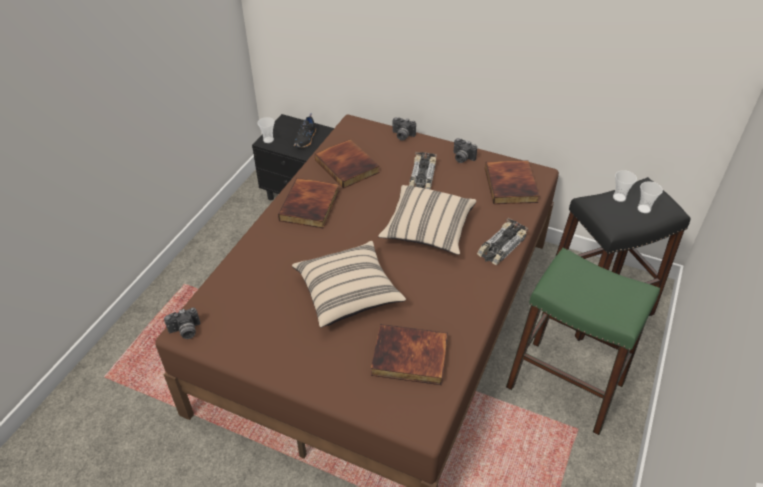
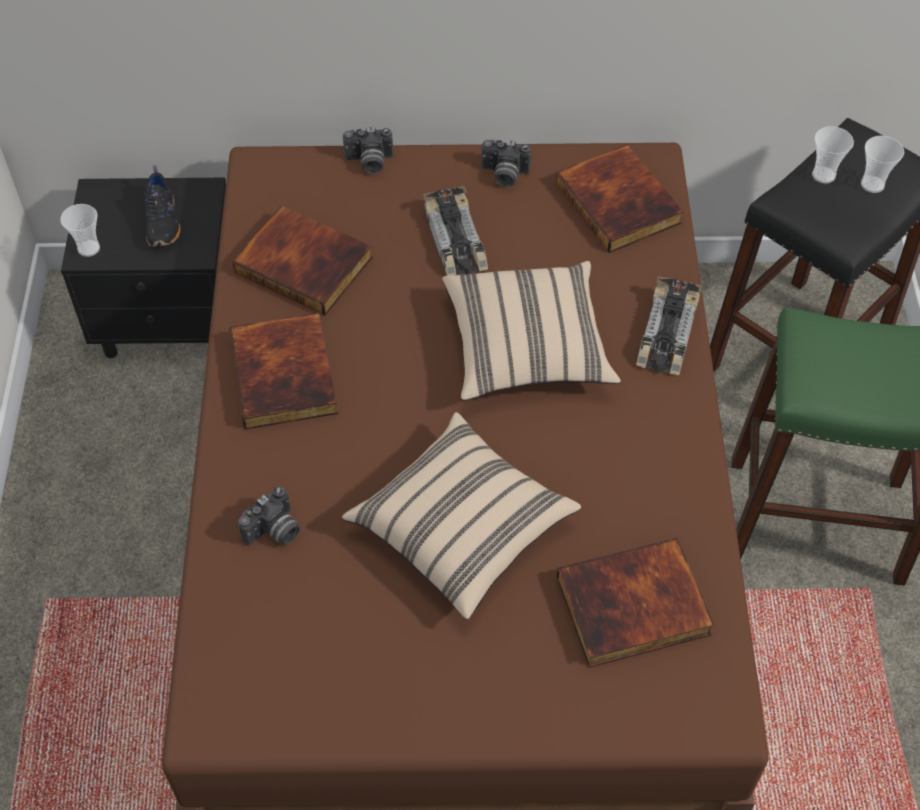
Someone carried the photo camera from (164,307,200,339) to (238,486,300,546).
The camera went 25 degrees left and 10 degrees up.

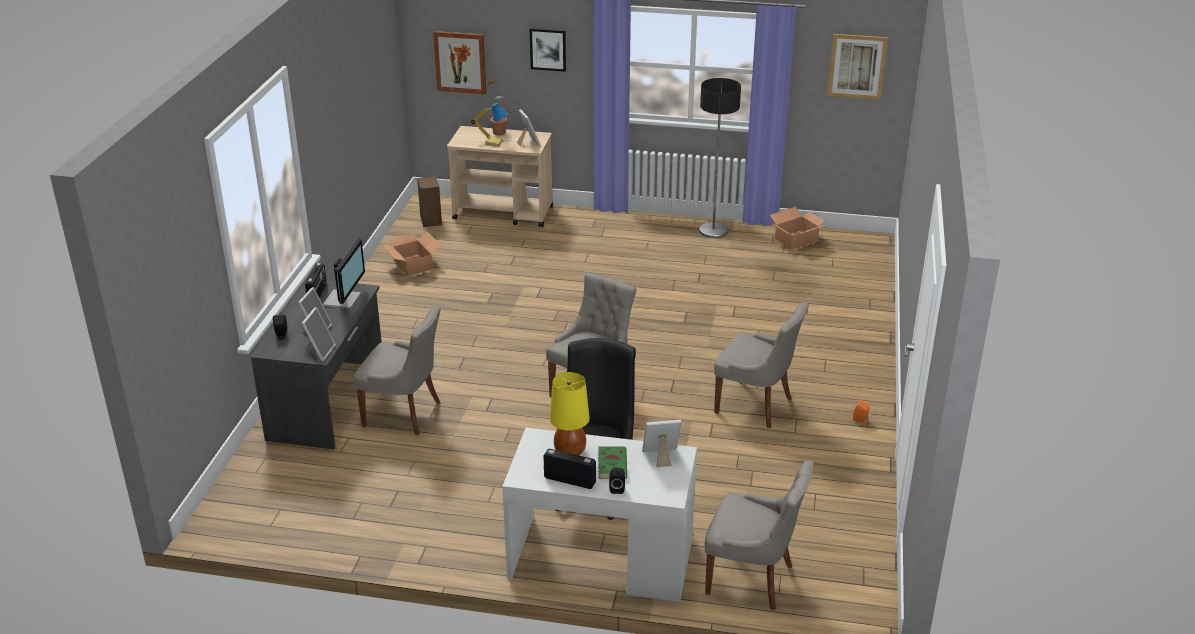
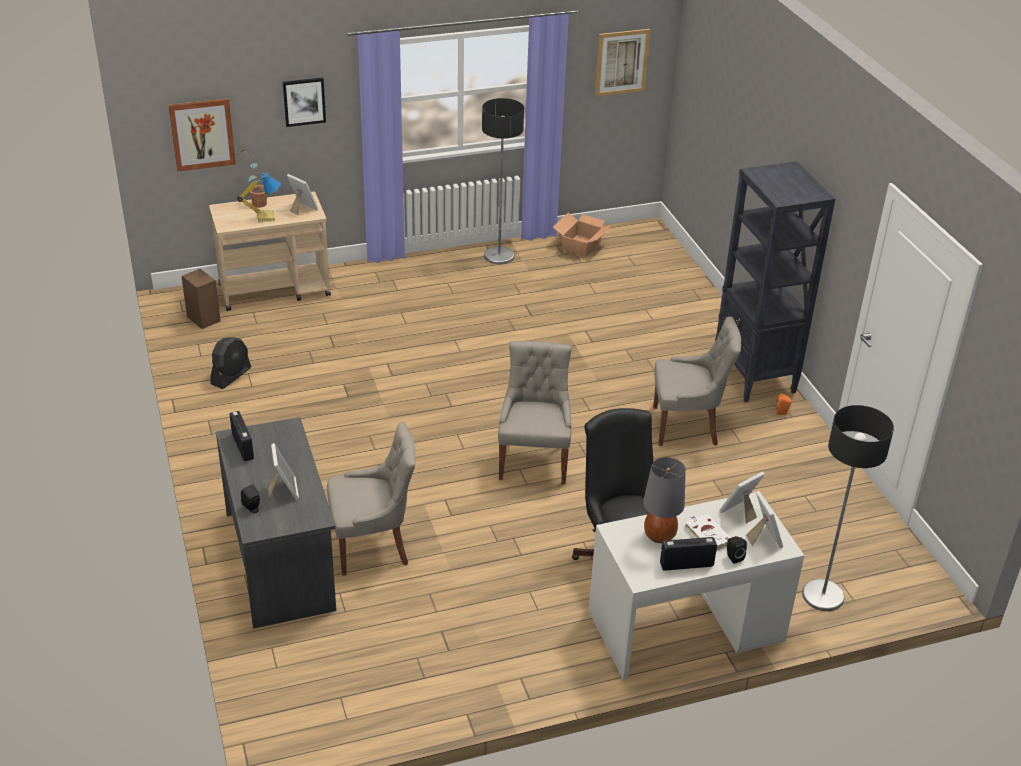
Someone swapped the cardboard box at (382,231,442,276) for the black fan at (211,337,251,389).
Someone repainted the yellow table lamp at (550,372,590,455), which became the grey table lamp at (643,457,686,543).
Someone repainted the green book at (598,446,627,479), which became the white book at (684,513,731,551).
Someone put down the black bookcase at (715,161,835,403).
Someone carried the picture frame from (301,307,336,361) to (746,491,783,548).
Someone swapped the grey chair at (704,460,813,610) for the floor lamp at (802,405,894,611).
Someone took away the monitor at (323,239,365,309).
The camera went 30 degrees left and 5 degrees up.

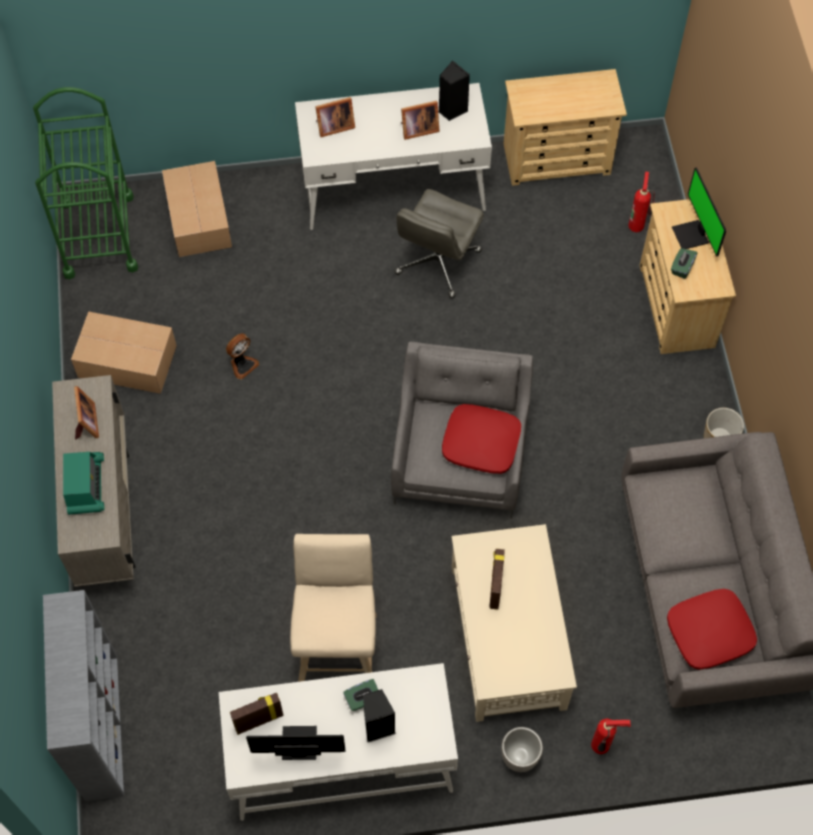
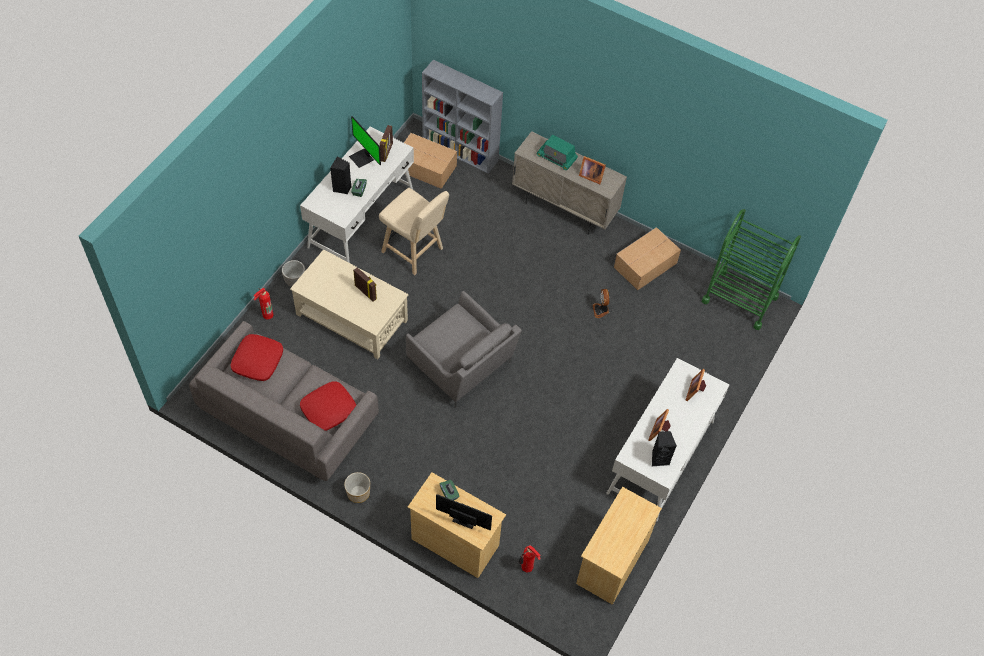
Someone carried the red pillow from (442,404,521,474) to (300,381,356,431).
Someone rotated the monitor at (246,726,345,760) by 105 degrees clockwise.
Someone carried the cardboard box from (162,161,232,257) to (404,133,457,189).
Someone took away the grey office chair at (394,189,484,298).
The camera went 125 degrees right and 5 degrees down.

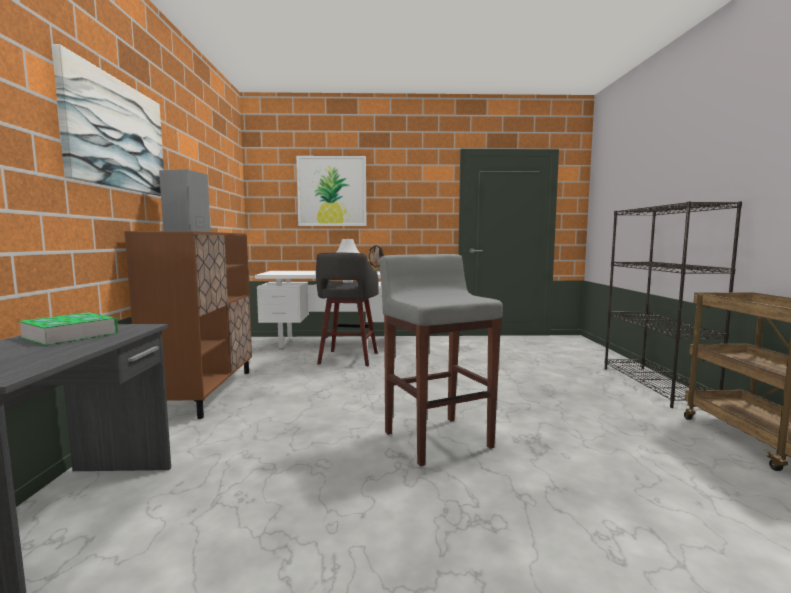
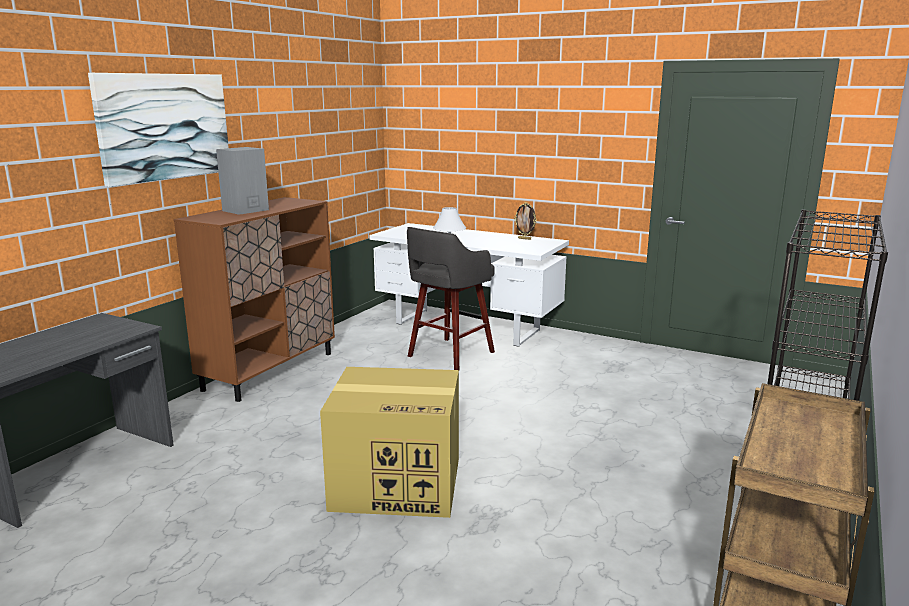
Someone swapped the grey stool at (379,254,503,466) for the cardboard box at (320,367,459,518).
Someone took away the book at (18,312,118,345).
Someone took away the picture at (296,156,366,226).
The camera went 30 degrees right and 10 degrees up.

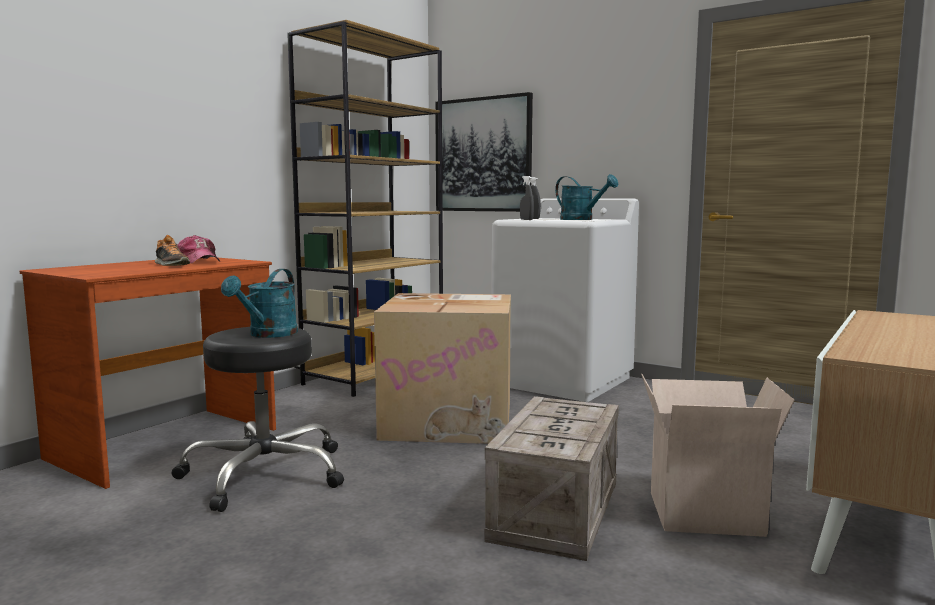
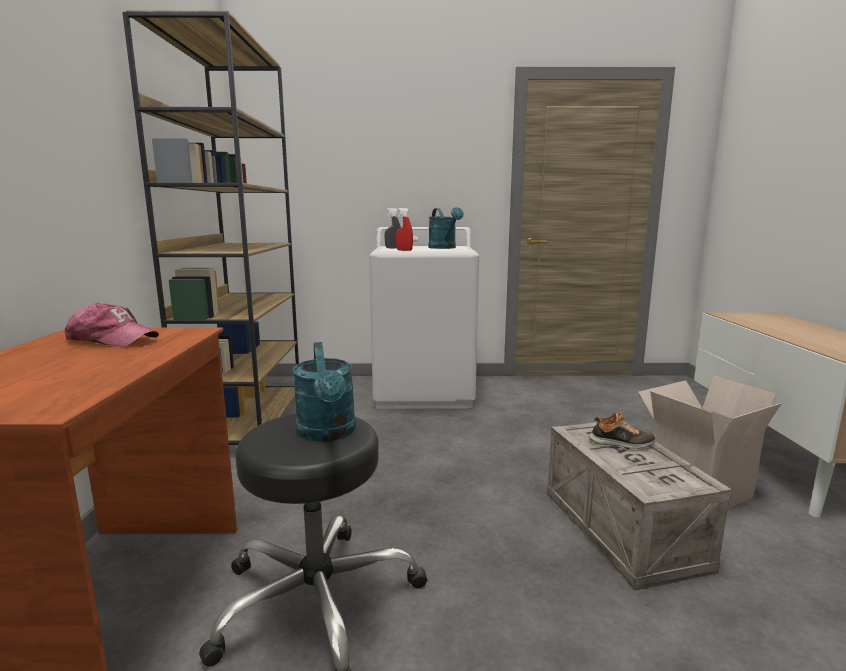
Someone repainted the grey spray bottle at (520,176,534,220), which became the red spray bottle at (396,208,413,251).
Someone rotated the turquoise watering can at (555,174,618,220) by 60 degrees clockwise.
Someone carried the shoe from (155,235,190,266) to (589,412,656,449).
Someone took away the cardboard box at (374,293,511,444).
Someone took away the picture at (435,92,533,212).
The camera went 35 degrees left and 5 degrees up.

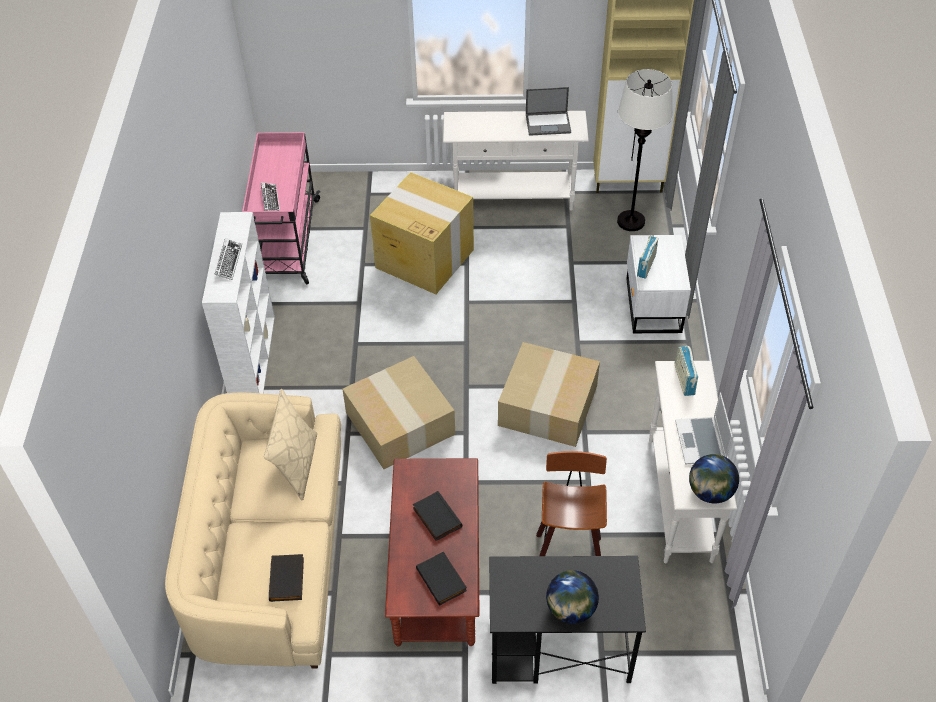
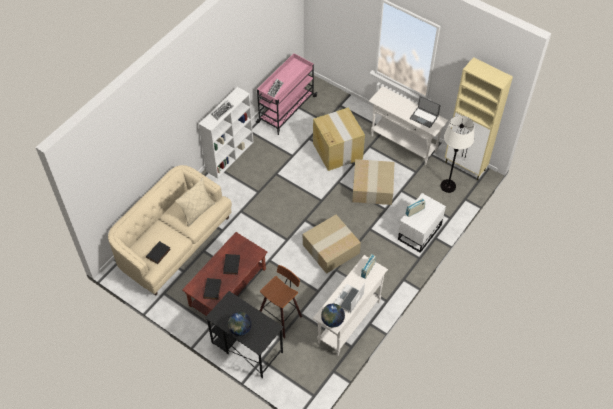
Someone carried the cardboard box from (342,356,455,469) to (352,159,394,205).
The camera went 35 degrees right and 5 degrees up.

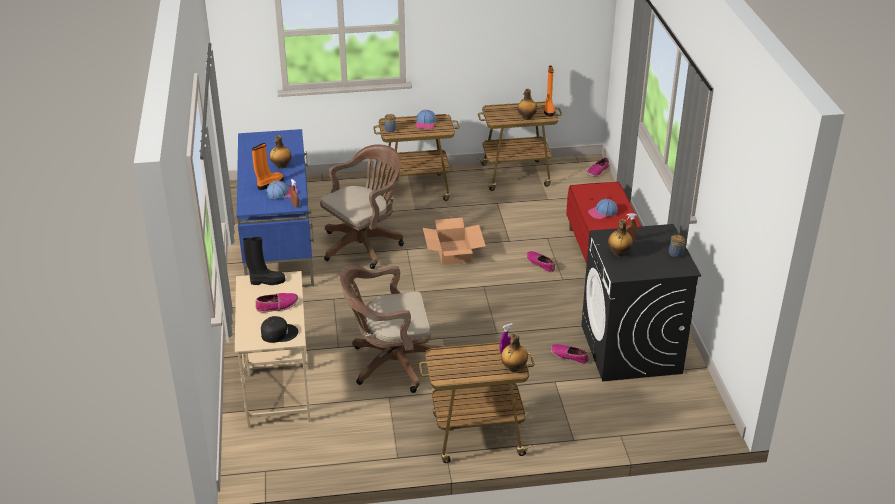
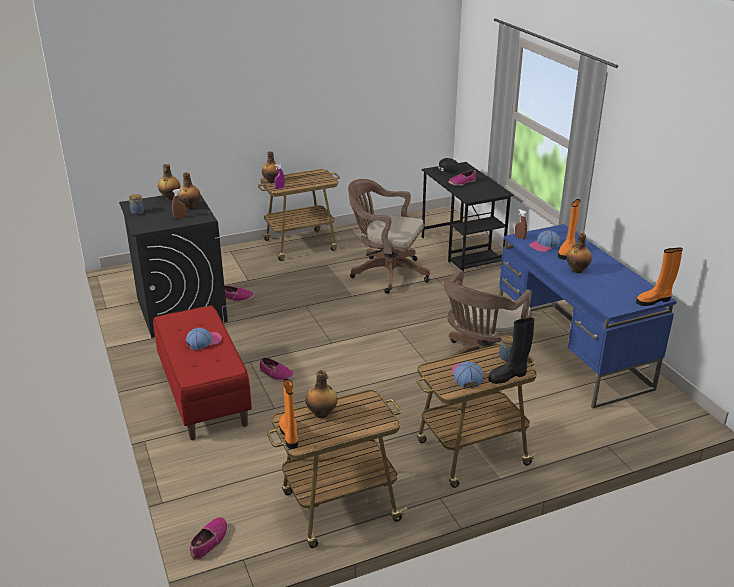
Someone put down the bottle at (158,164,180,200).
Someone rotated the brown office chair at (340,265,442,393) by 135 degrees counterclockwise.
Someone repainted the beige desk at (235,271,310,428), which became the black desk at (422,162,513,271).
Someone carried the black boot from (243,237,285,285) to (488,318,535,384).
Someone put down the orange boot at (636,247,683,306).
Someone took away the cardboard box at (423,218,486,265).
The camera went 165 degrees right and 5 degrees down.

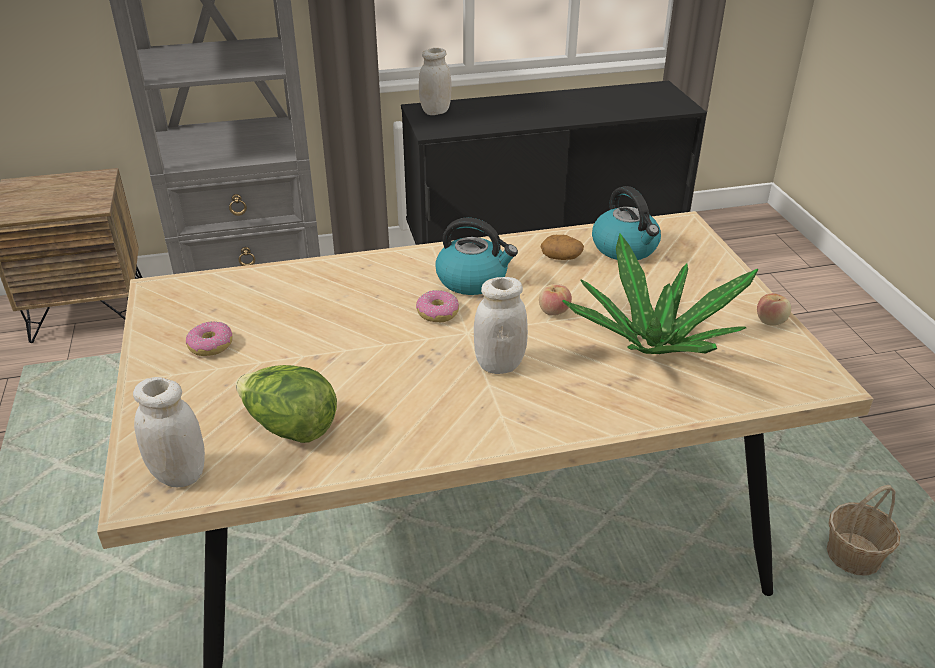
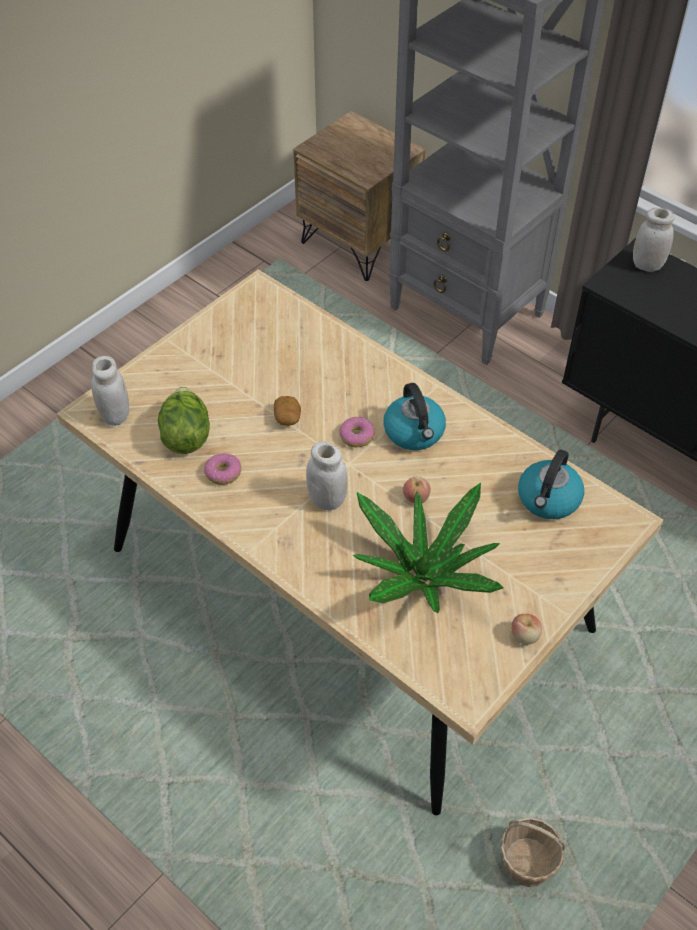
Someone carried the donut from (186,321,233,356) to (204,453,241,485).
Someone carried the potato from (541,235,584,260) to (274,396,301,426).
The camera went 55 degrees right and 15 degrees up.

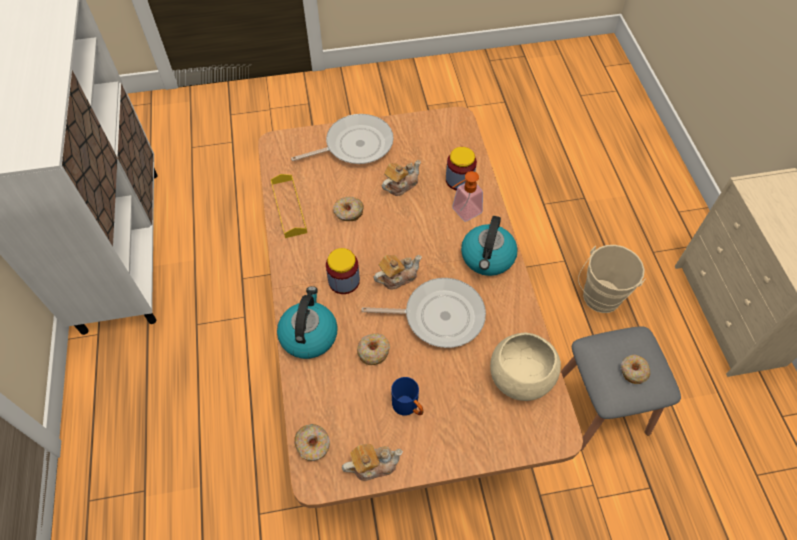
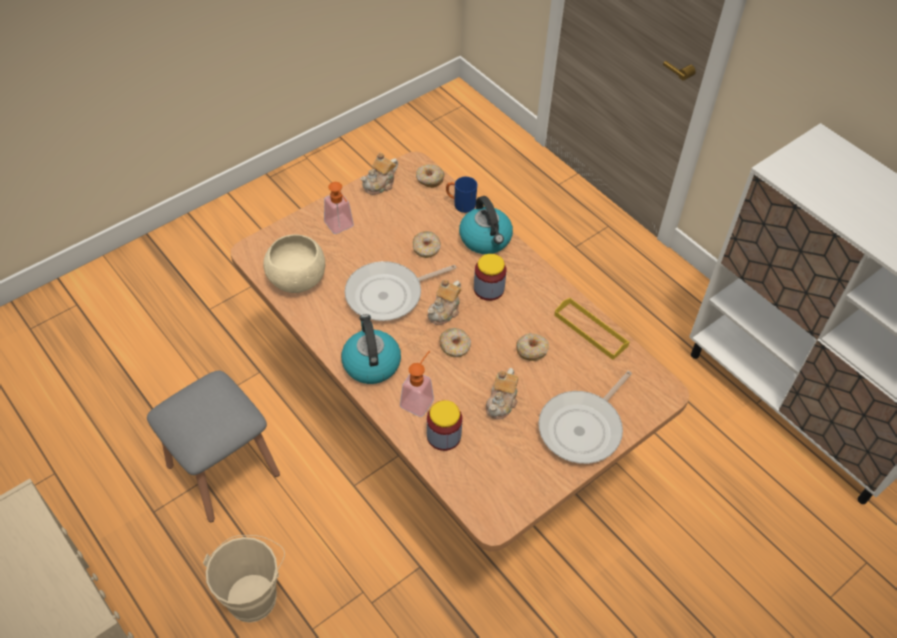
Someone put down the soap dispenser at (324,182,354,234).
Someone carried the donut from (621,354,650,384) to (440,328,471,357).
Someone carried the blue mug from (391,377,423,416) to (446,177,477,213).
The camera went 150 degrees right and 5 degrees down.

